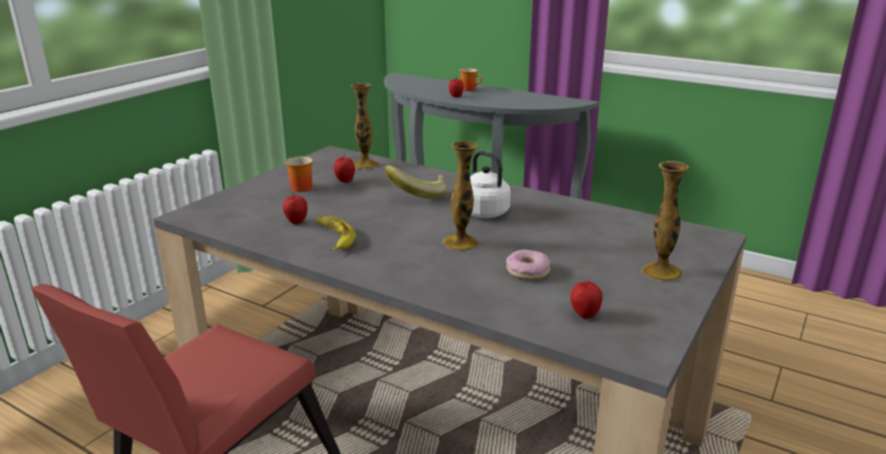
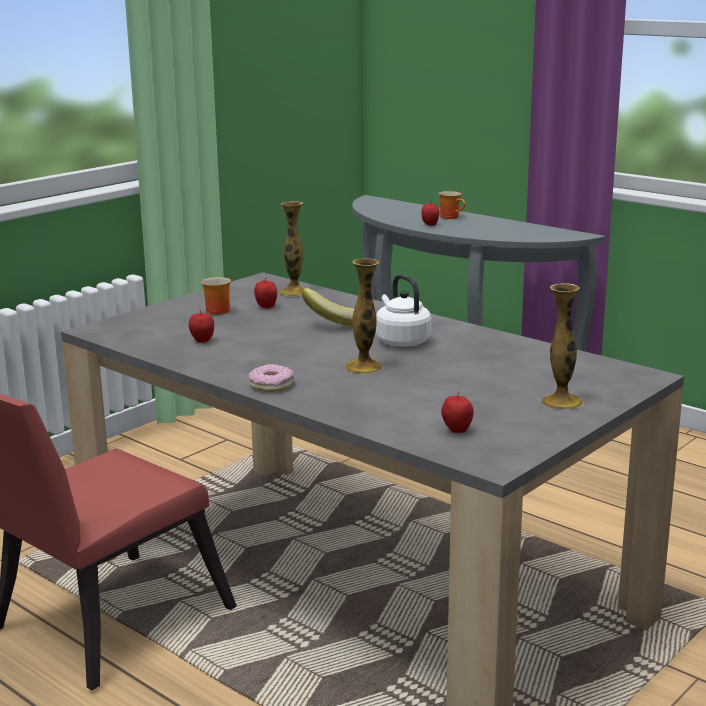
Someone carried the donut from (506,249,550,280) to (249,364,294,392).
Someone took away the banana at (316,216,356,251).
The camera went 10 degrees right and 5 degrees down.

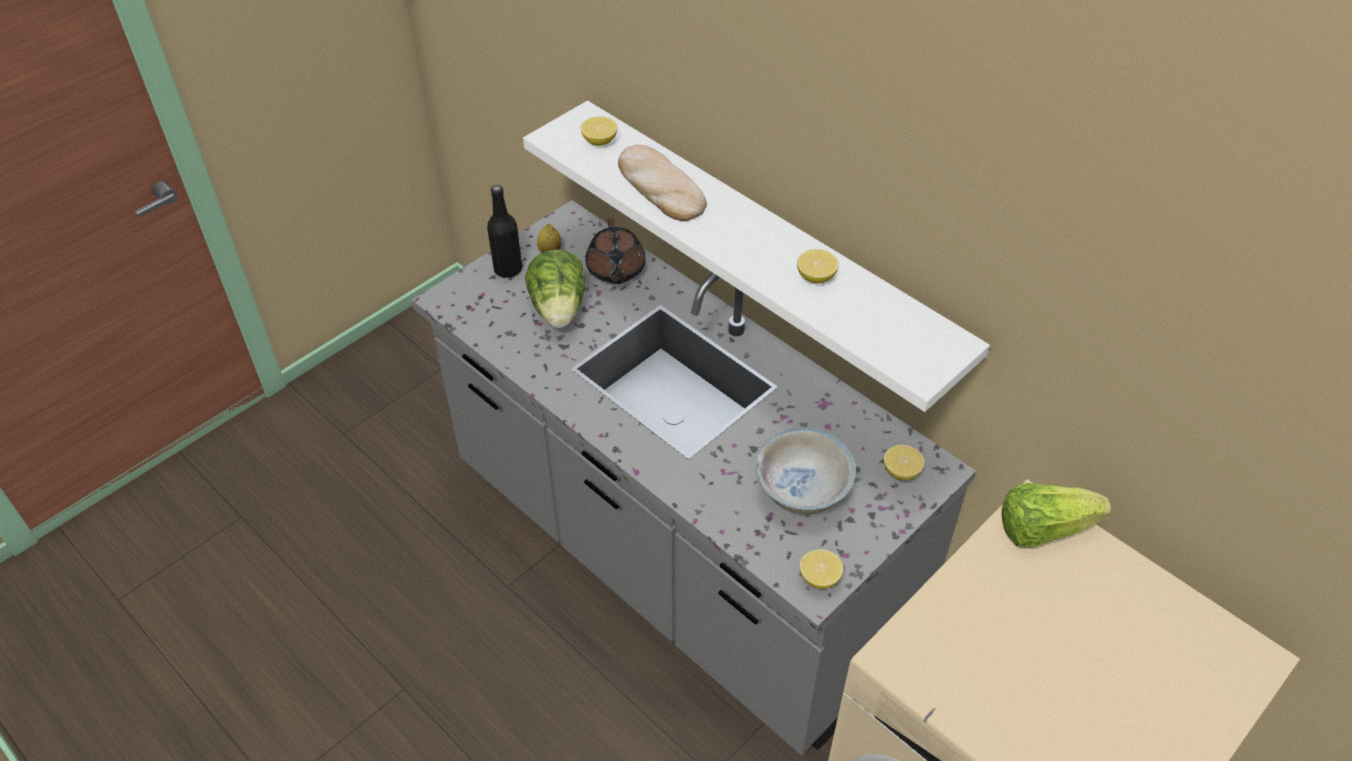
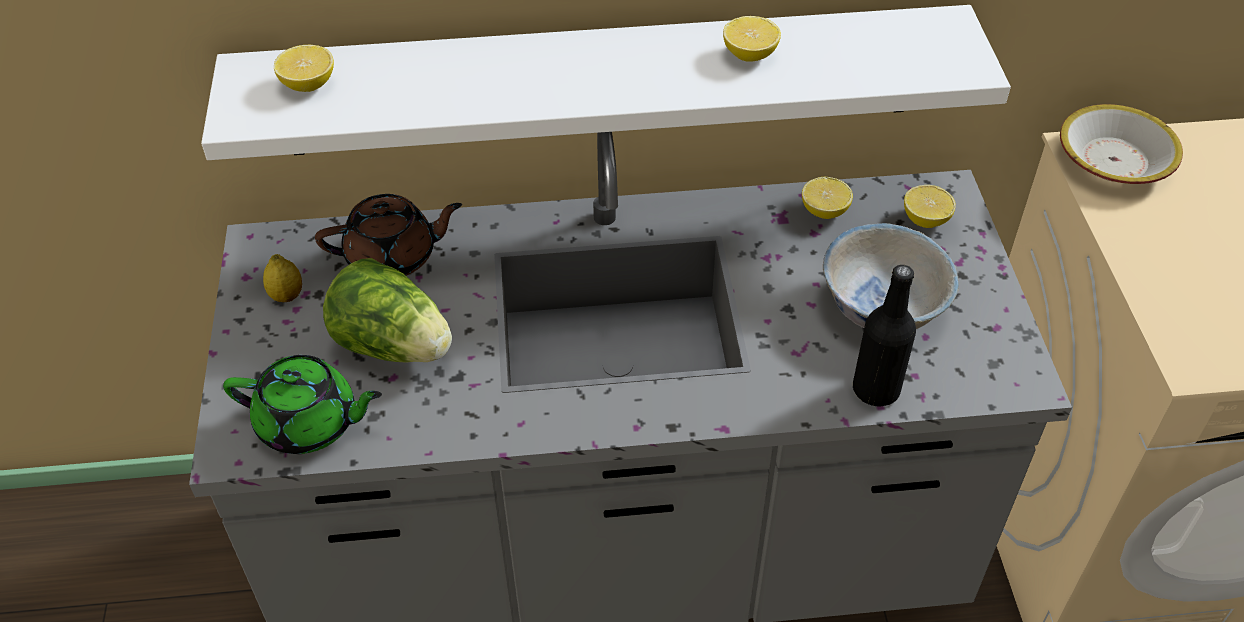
Someone put down the green teapot at (223,355,382,454).
Someone rotated the brown teapot at (586,218,646,284) by 45 degrees counterclockwise.
Someone carried the lemon from (800,549,843,589) to (802,177,853,219).
Someone carried the black bottle from (487,185,522,278) to (853,265,916,407).
Someone swapped the lettuce at (1002,483,1111,547) for the bowl at (1060,104,1183,184).
Someone took away the bread at (618,145,707,221).
The camera went 50 degrees left and 0 degrees up.

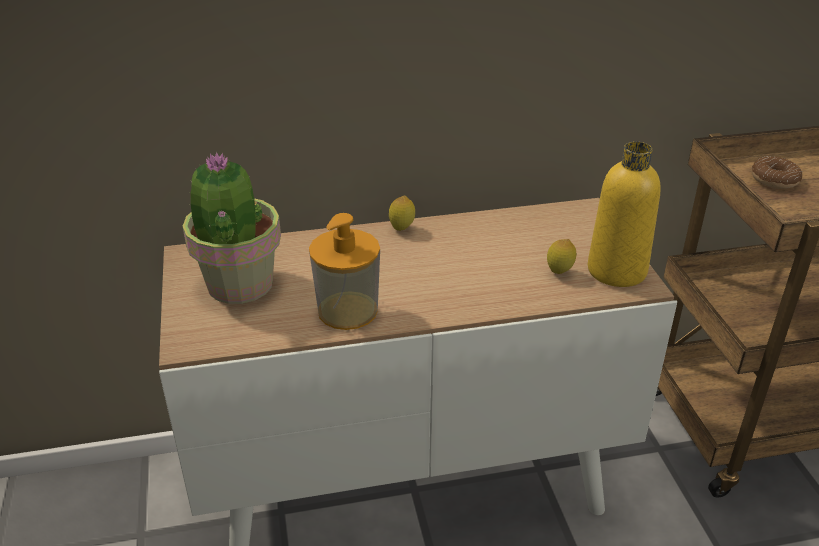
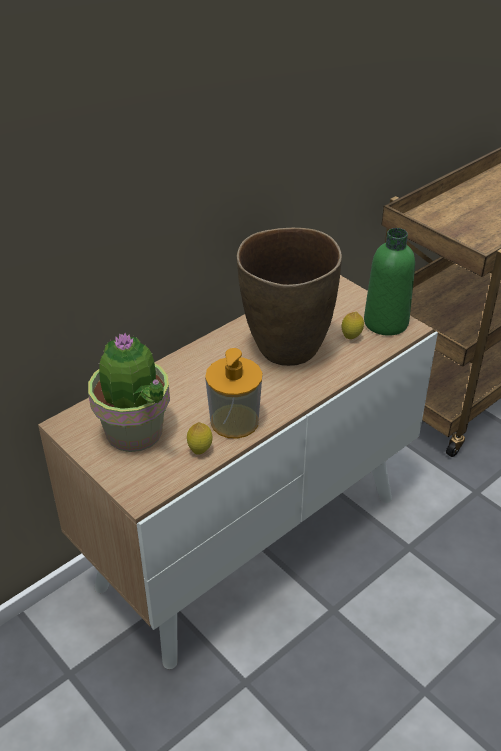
Someone carried the lemon from (389,195,415,231) to (187,422,212,454).
Someone put down the brown vase at (237,228,342,366).
Someone repainted the yellow bottle at (588,141,661,287), which became the green bottle at (364,228,415,336).
Someone took away the donut at (752,156,802,189).
The camera went 30 degrees left and 5 degrees up.

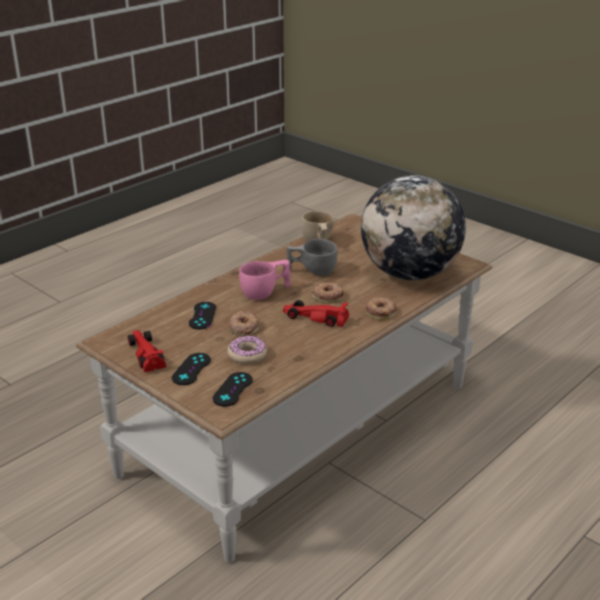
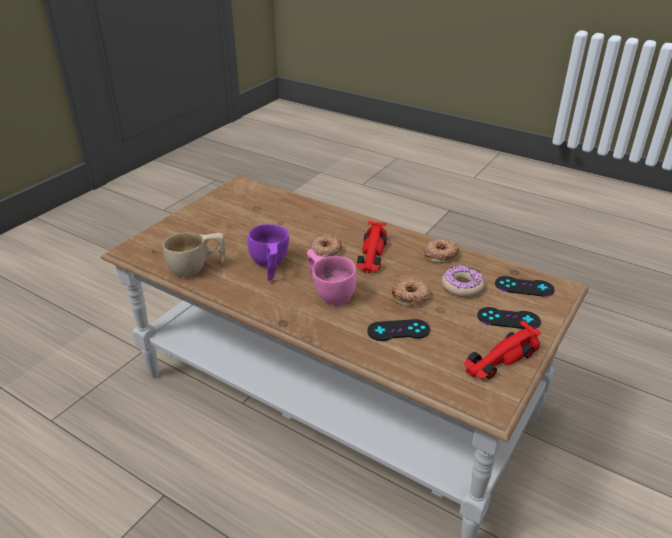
Someone repainted the grey cup at (286,239,337,276), which became the purple cup at (248,224,289,280).
Someone carried the donut from (365,298,397,320) to (423,238,459,263).
Someone took away the globe at (361,175,466,280).
The camera went 100 degrees left and 5 degrees up.

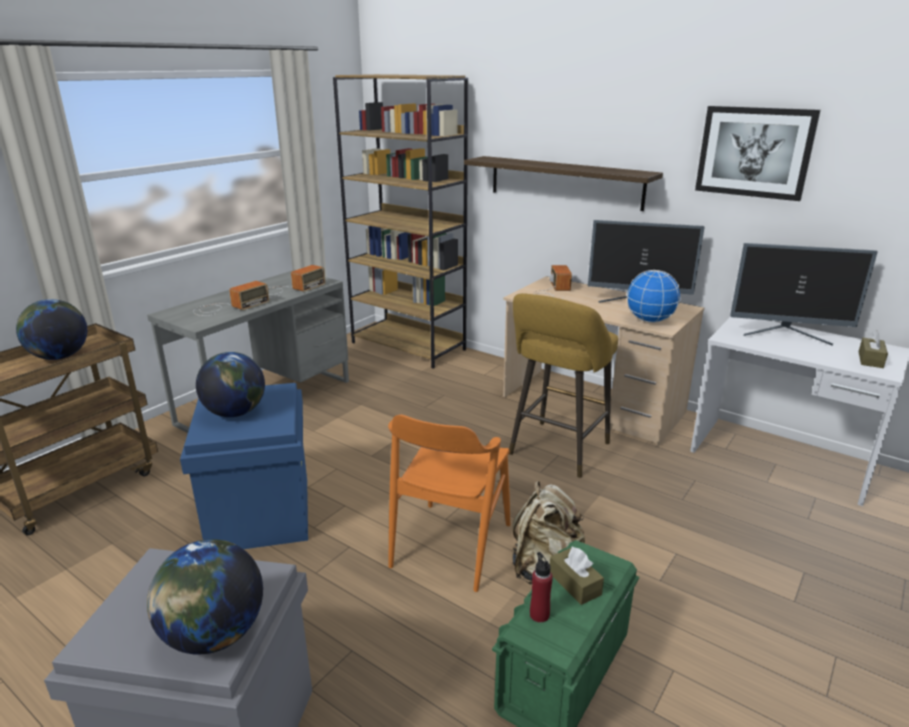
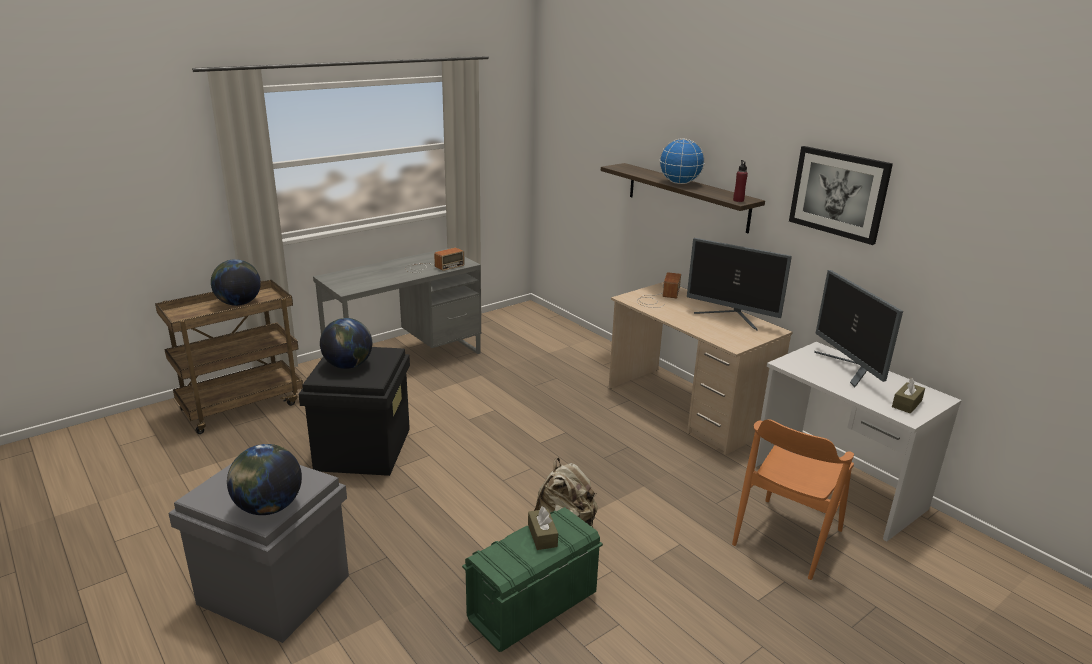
Someone repainted the blue storage box at (180,383,308,549), which became the black storage box at (298,347,410,476).
Someone carried the globe from (626,270,681,323) to (659,138,705,184).
Someone carried the orange chair from (388,415,510,592) to (732,419,854,580).
Someone carried the red bottle from (530,552,553,623) to (733,160,748,202).
Someone rotated the monitor at (730,243,878,346) by 45 degrees clockwise.
Someone took away the radio at (193,281,270,316).
Someone took away the brown bookcase at (333,74,468,369).
Someone took away the yellow stool at (509,293,618,478).
The camera went 15 degrees right and 0 degrees up.

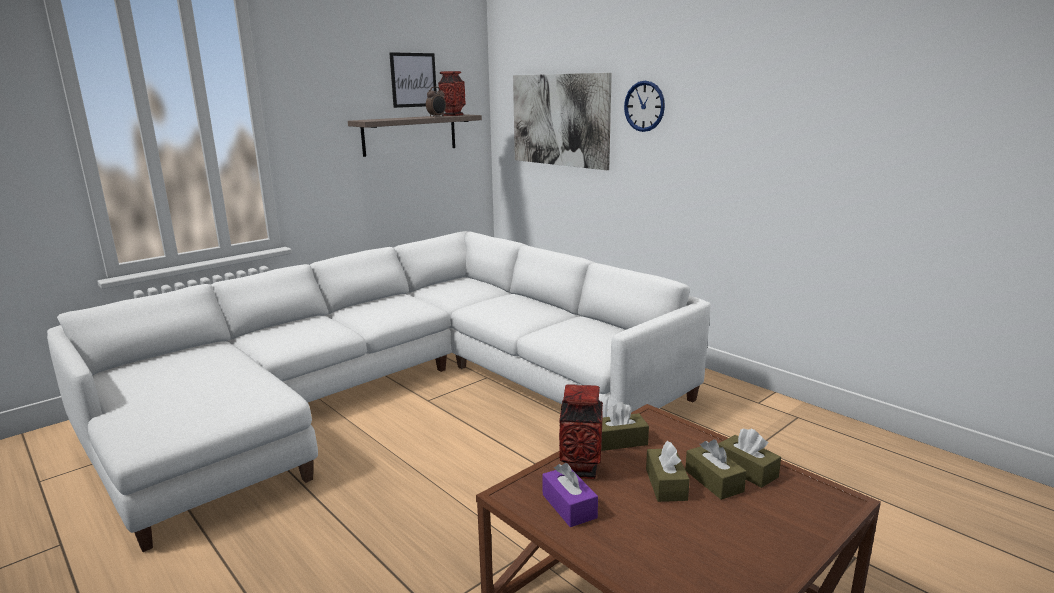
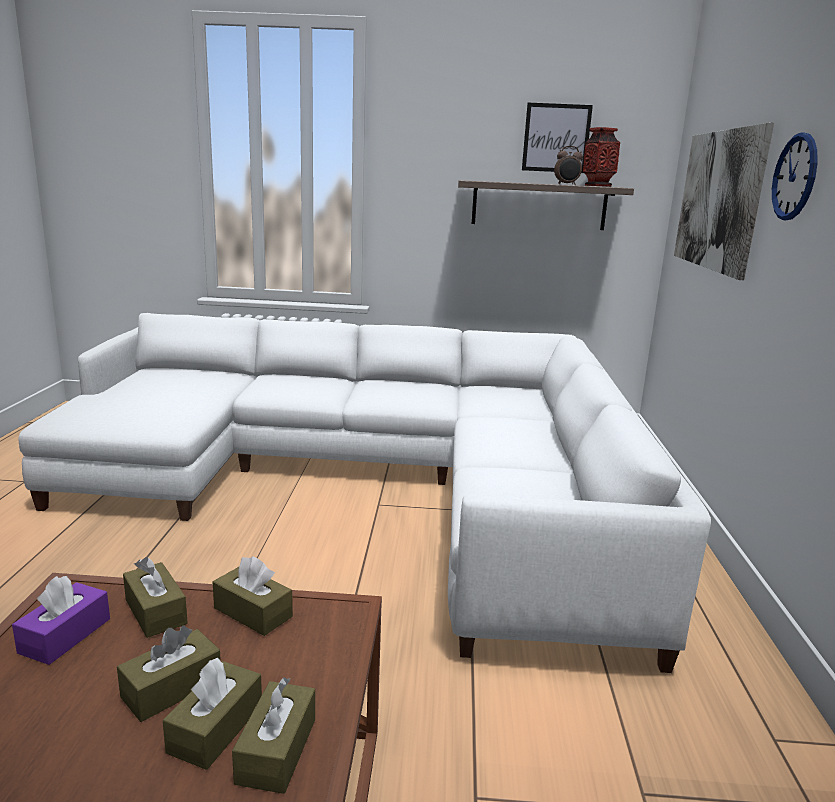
Someone swapped the vase at (559,384,603,479) for the brown tissue box at (123,557,188,638).
The camera went 45 degrees right and 0 degrees up.

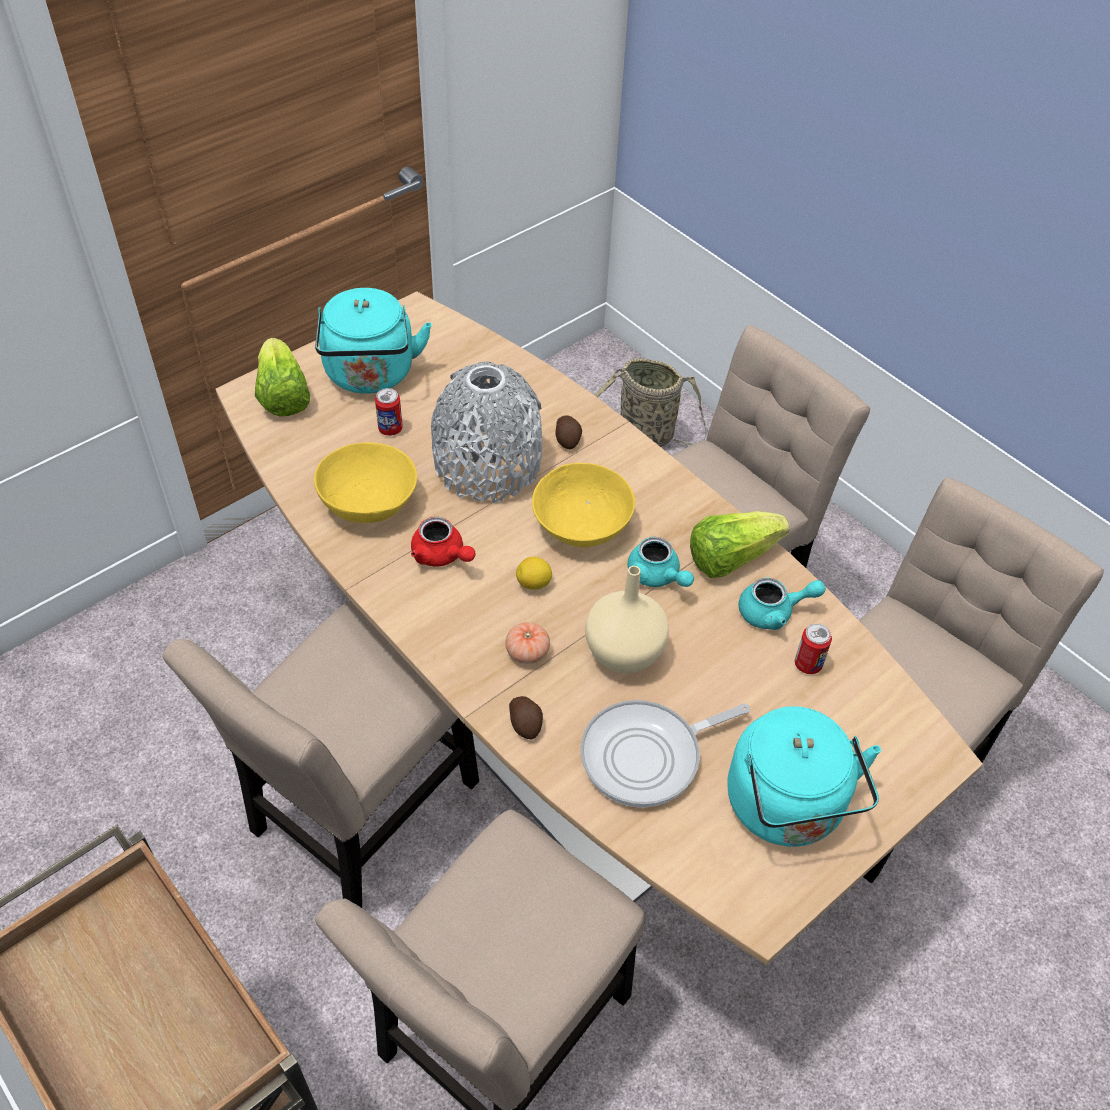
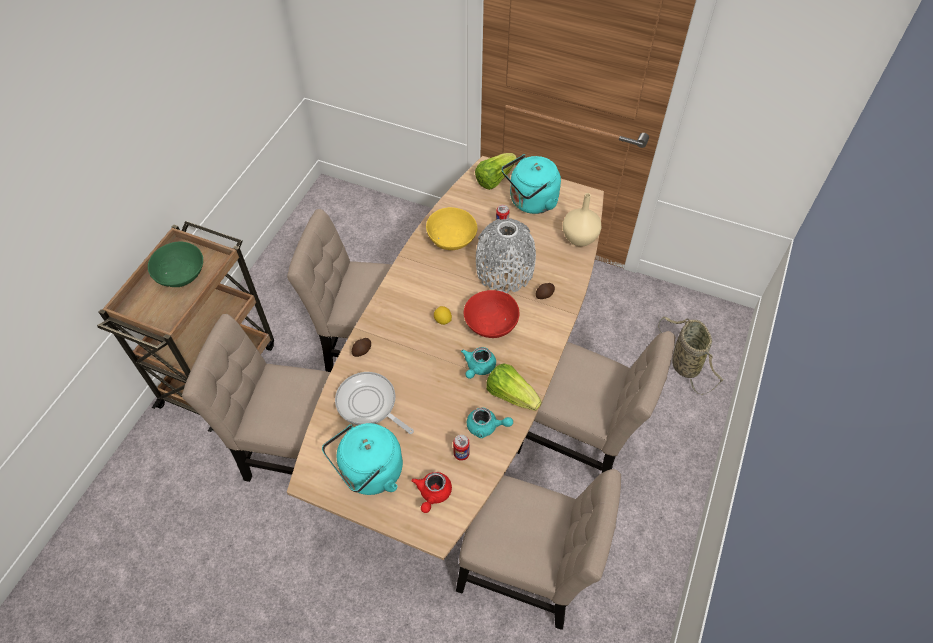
Someone put down the green bowl at (148,242,203,287).
Someone carried the red teapot from (411,517,476,567) to (412,472,452,513).
Someone repainted the yellow bowl at (532,463,635,547), which became the red bowl at (464,290,520,338).
Someone rotated the turquoise teapot at (739,577,826,630) by 45 degrees counterclockwise.
Someone carried the beige vase from (585,566,669,673) to (563,193,602,246).
Someone took away the tomato at (505,622,550,664).
The camera went 65 degrees right and 5 degrees up.

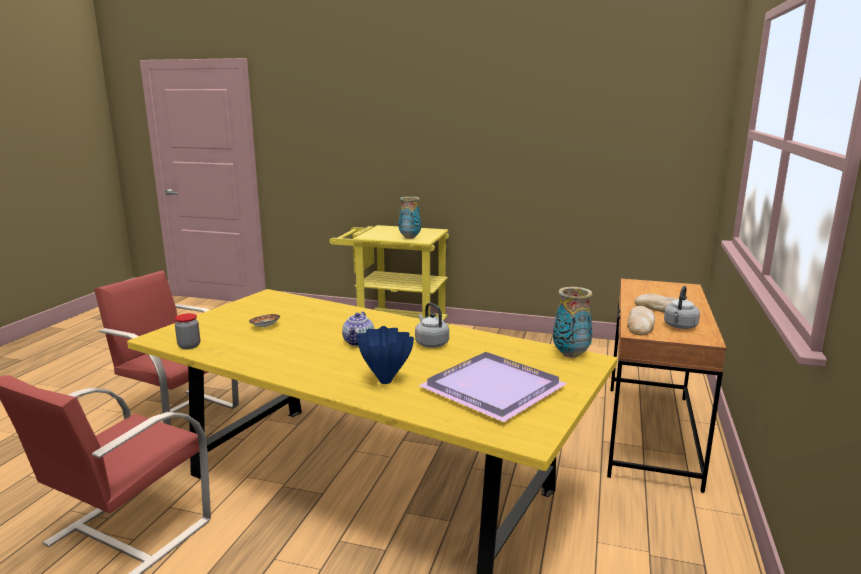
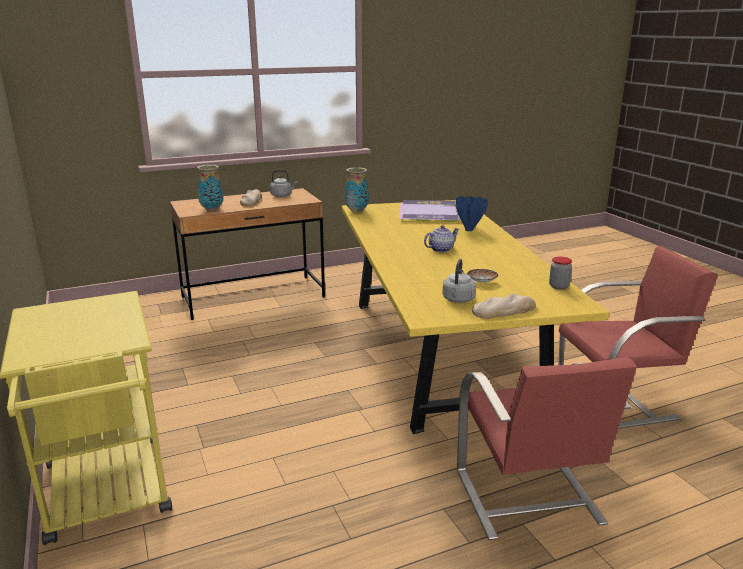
Someone carried the vase from (398,197,421,239) to (197,165,224,211).
Someone carried the grey kettle from (415,303,449,348) to (443,259,476,303).
Someone carried the bread from (627,306,655,335) to (472,294,536,319).
The camera went 130 degrees left and 5 degrees up.

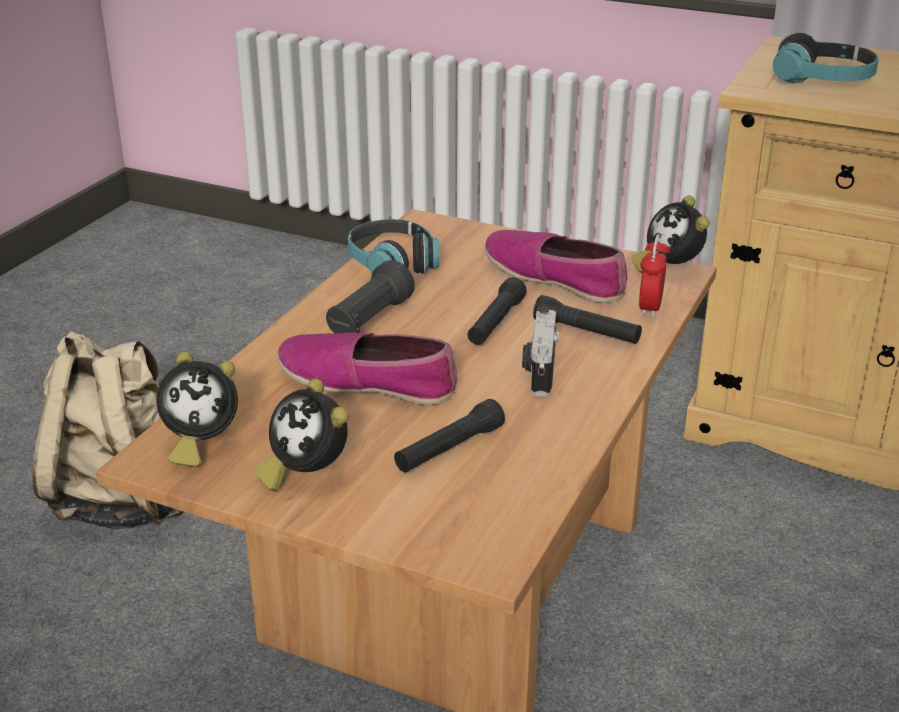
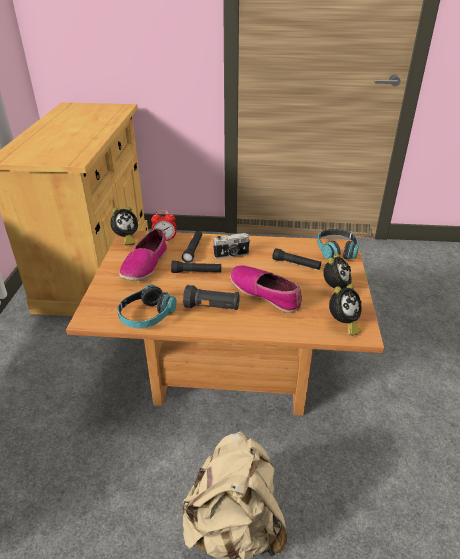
Someone rotated the shoe at (277,332,458,405) by 135 degrees clockwise.
Someone carried the headphones from (773,33,879,83) to (317,229,359,260).
Someone rotated the alarm clock at (156,351,238,467) by 75 degrees clockwise.
The camera went 110 degrees left and 5 degrees up.

